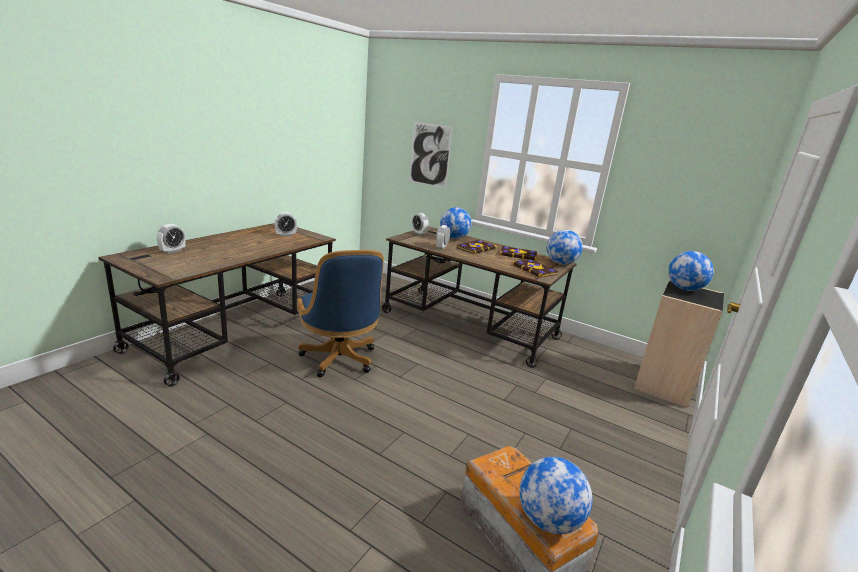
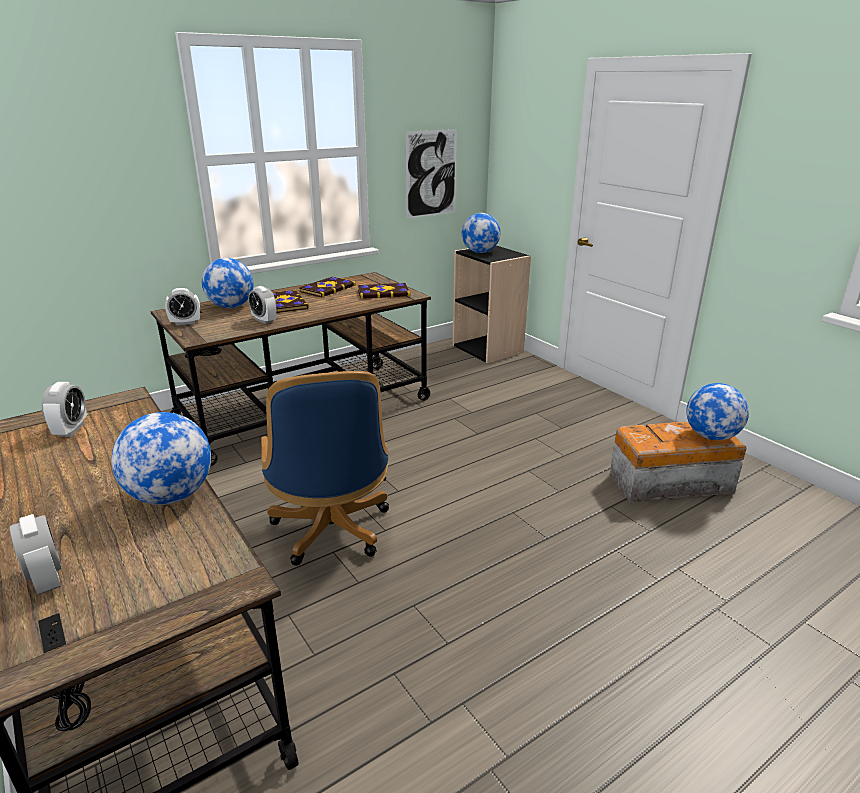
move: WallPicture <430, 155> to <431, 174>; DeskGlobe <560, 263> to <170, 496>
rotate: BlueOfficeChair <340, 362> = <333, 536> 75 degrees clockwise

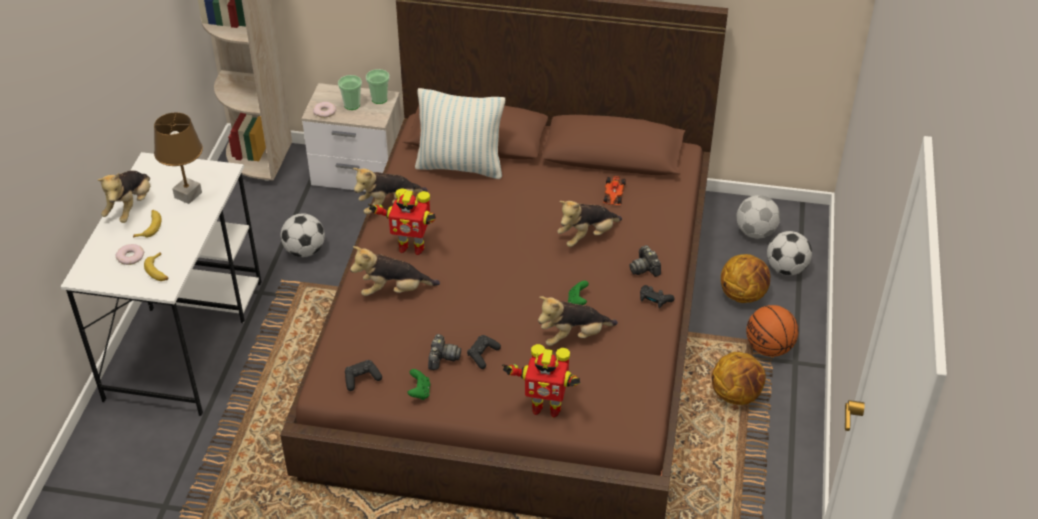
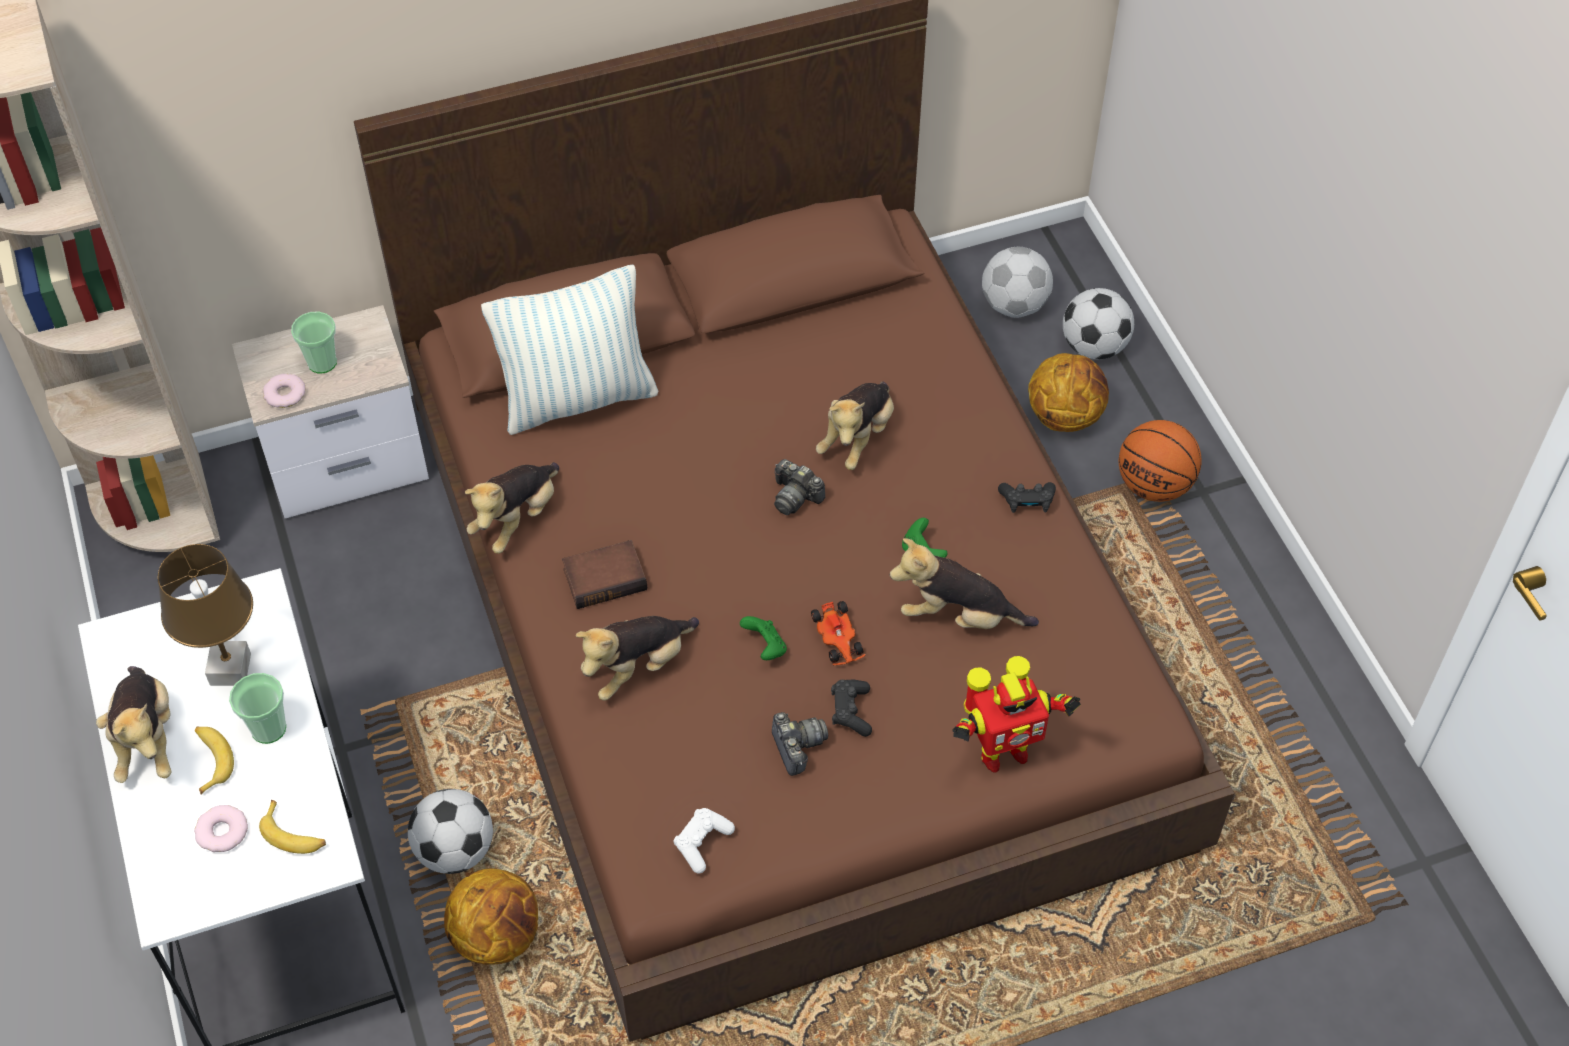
move: BallForFootball <305, 251> to <455, 851>; DrinkingCup <379, 99> to <268, 728>; GreenishJoypad <419, 392> to <765, 647>; MiniatureCar <613, 195> to <838, 638>; StillCamera <645, 268> to <795, 496>; BasketballBall <736, 395> to <498, 936>
replace: ToyRobot <410, 247> to Book <605, 577>
recolor: BlackJoypad <361, 379> to WhiteJoypad <702, 843>
rotate: CuddlyToy <574, 337> = <958, 616> 60 degrees clockwise

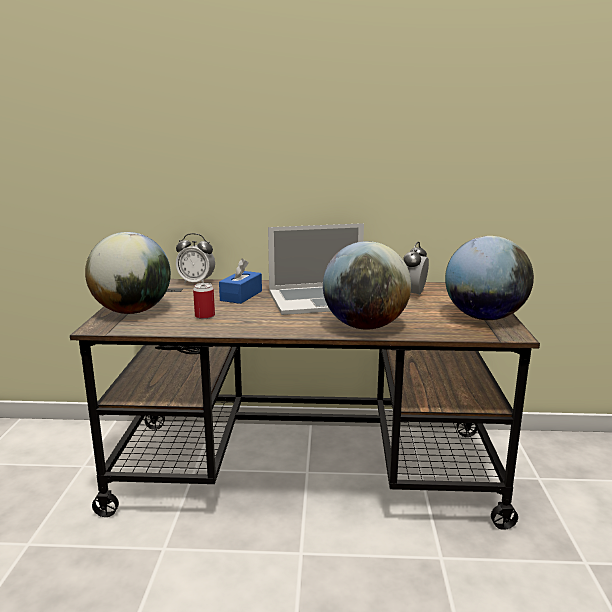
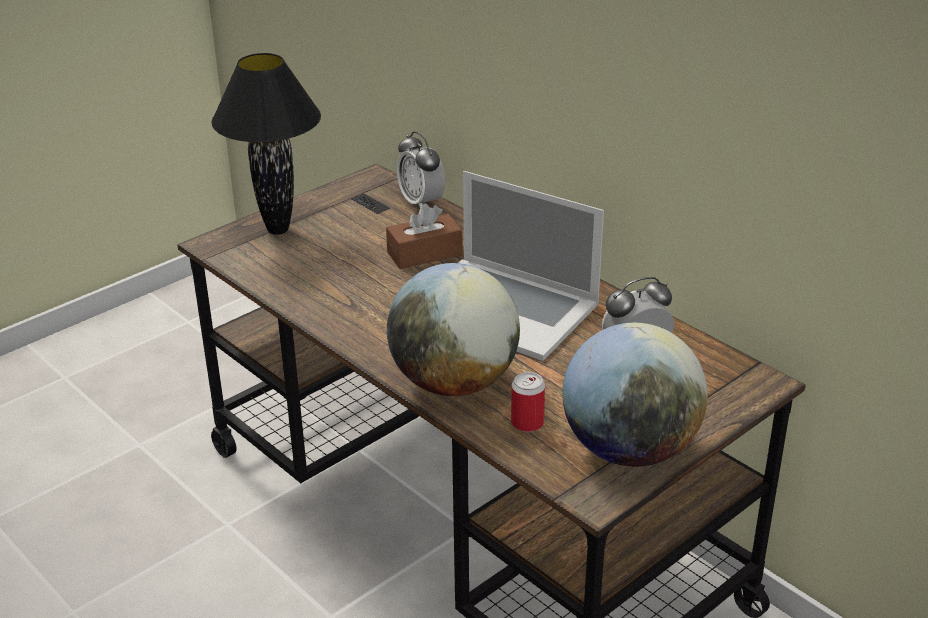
move: Can <205, 316> to <527, 423>
replace: DeskGlobe <132, 311> to BlackLampForATable <278, 230>
recolor: BlueTissueBox <241, 296> to BrownTissueBox <424, 253>

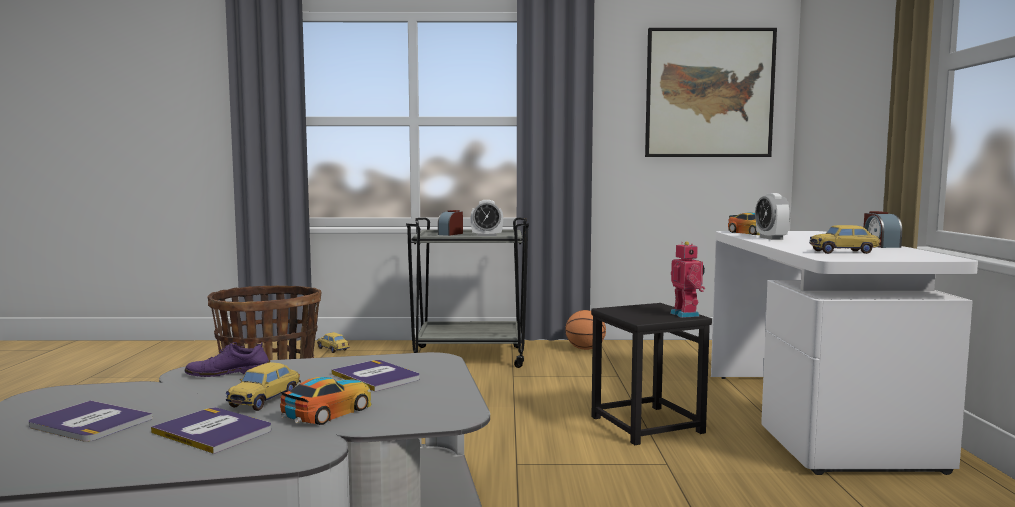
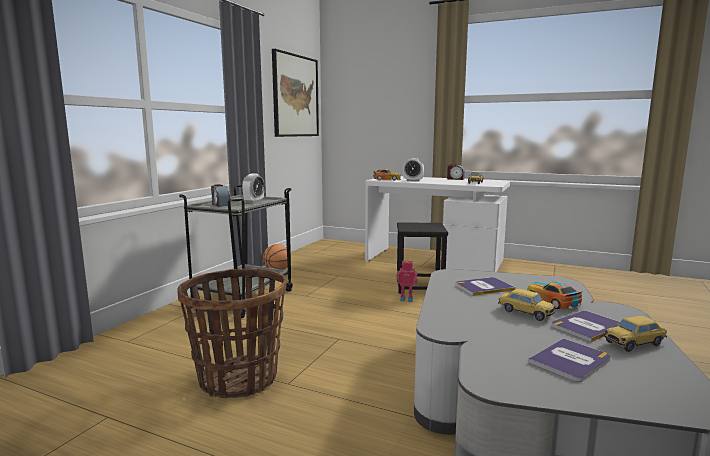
delete: PurpleColouredItemOfFootwear <229, 373>
move: MiniatureCar <333, 349> to <634, 343>; ToyRobot <686, 314> to <406, 299>

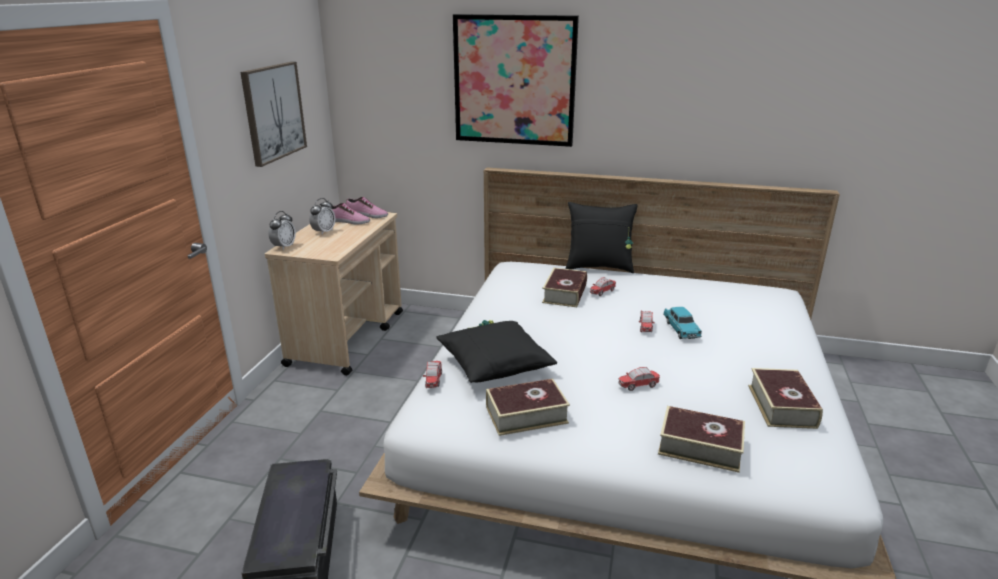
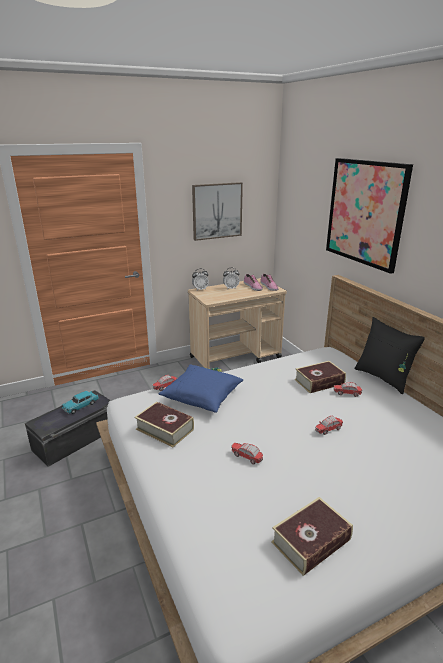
delete: Book <700, 447>
move: TurquoiseColouredMiniatureCar <681, 329> to <81, 406>
recolor: BlackPillow <495, 365> to BluePillow <202, 397>

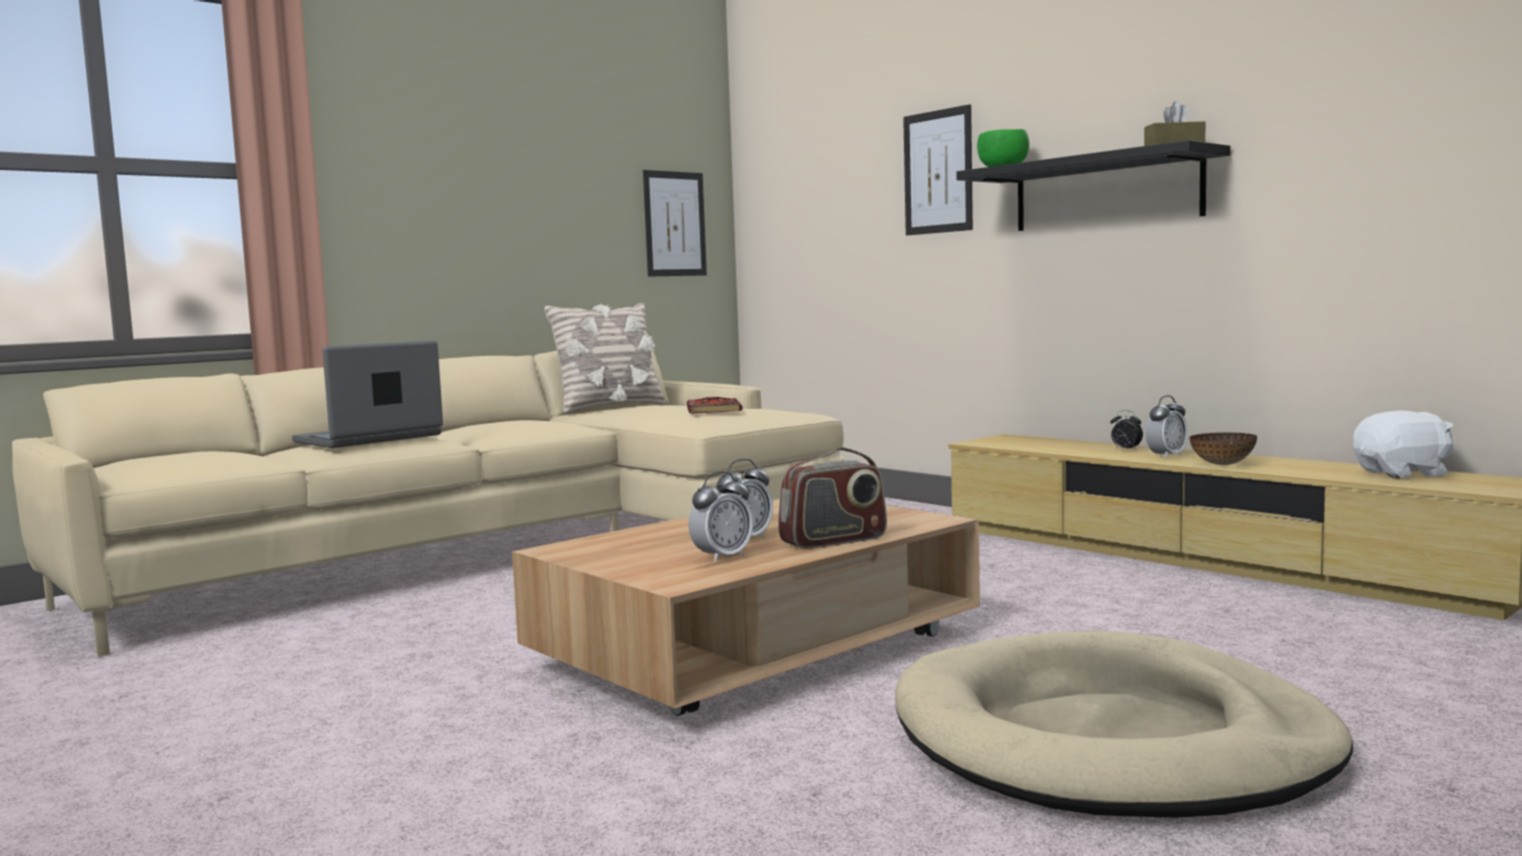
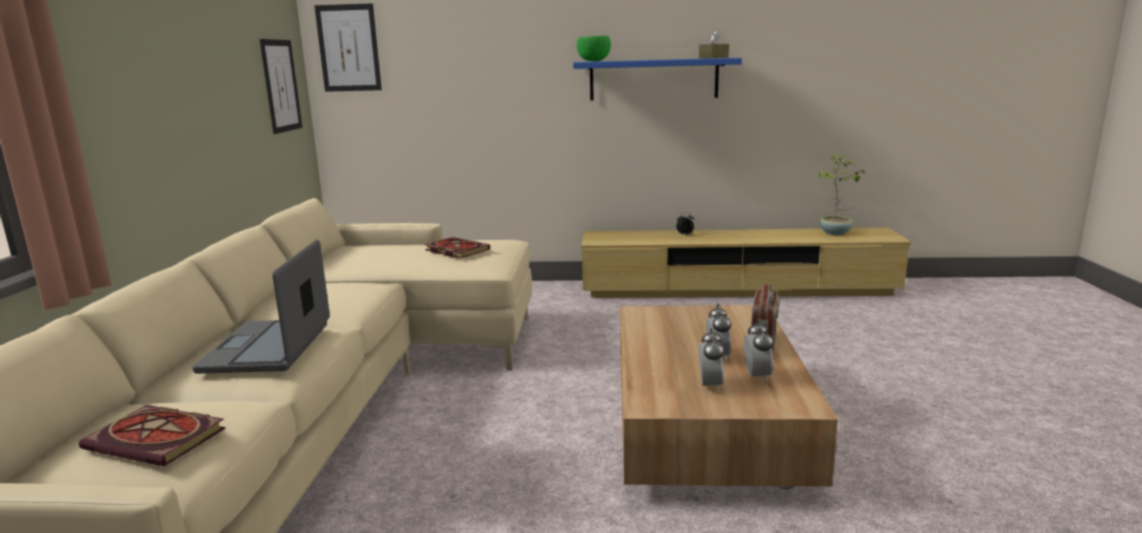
delete: BeigePillow <609, 408>; BeigePetBed <1111, 741>; ServingBowl <1221, 464>
insert: Book <160, 439>
move: WallPicture <938, 172> to <348, 48>; AlarmClock <1166, 456> to <710, 385>
replace: WhiteCuddlyToy <1403, 474> to PlantInAPot <835, 233>
recolor: BlackWallShelf <1106, 192> to BlueWallShelf <653, 79>

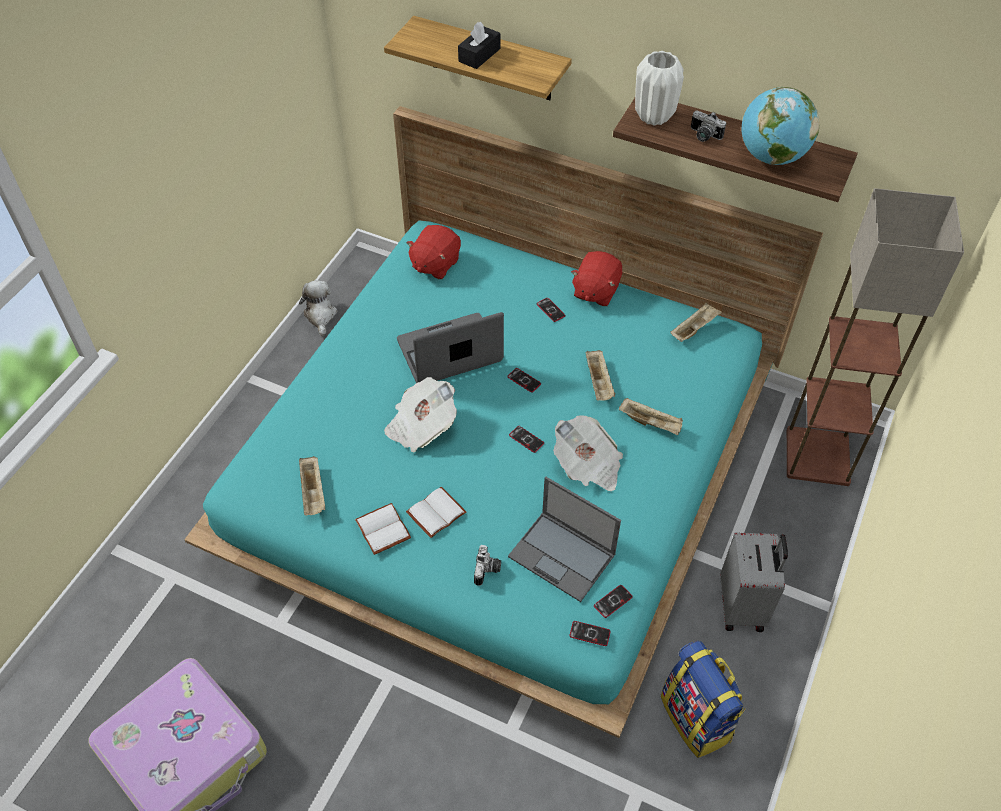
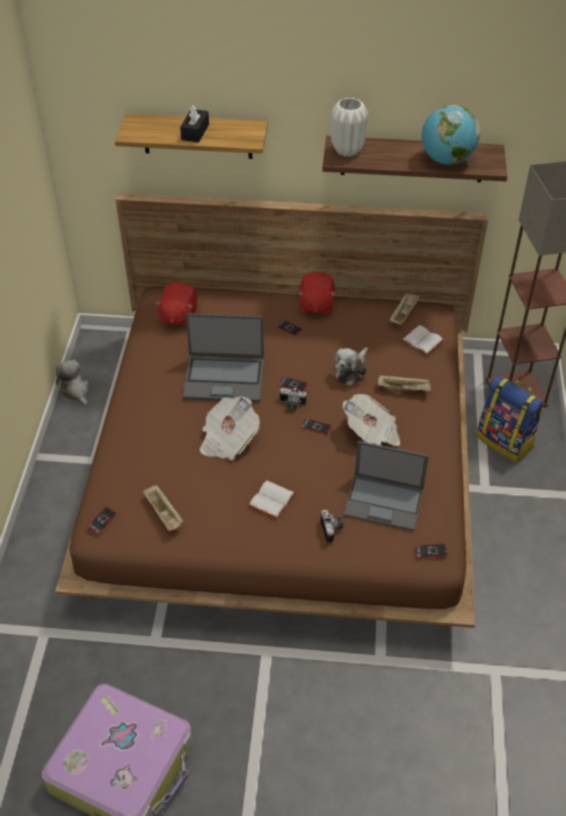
delete: GreySuitcase <743, 606>
move: WhiteBook <384, 529> to <423, 341>; Handset <613, 601> to <102, 520>; Knapsack <697, 718> to <505, 441>; StillCamera <703, 136> to <291, 405>
replace: BeigeServingTray <599, 383> to CuddlyToy <351, 371>
recolor: TurquoiseColouredSleepingBed <500, 472> to BrownSleepingBed <283, 470>
rotate: NotebookComputer <450, 352> = <224, 379> 135 degrees counterclockwise

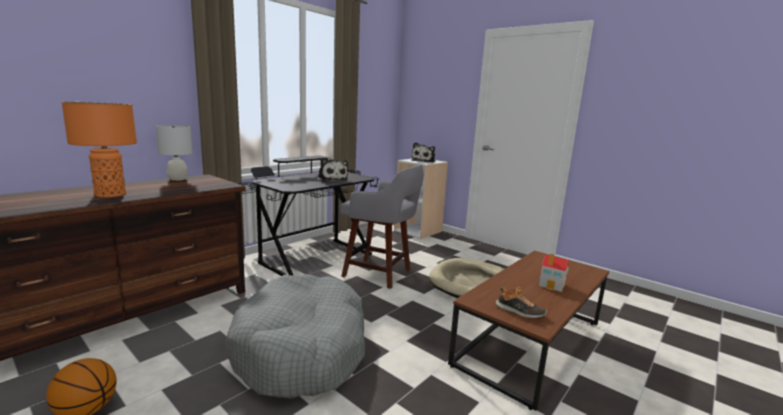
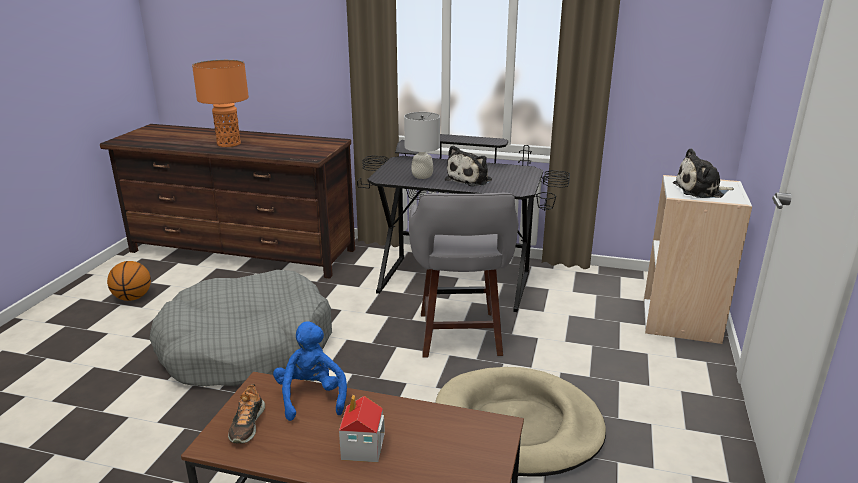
insert: BlueCuddlyToy <311, 397>
move: GreyLampForATable <178, 179> to <423, 176>

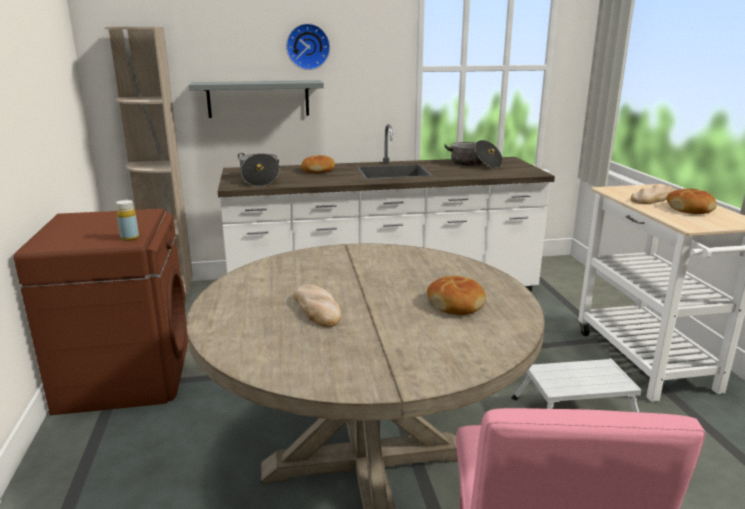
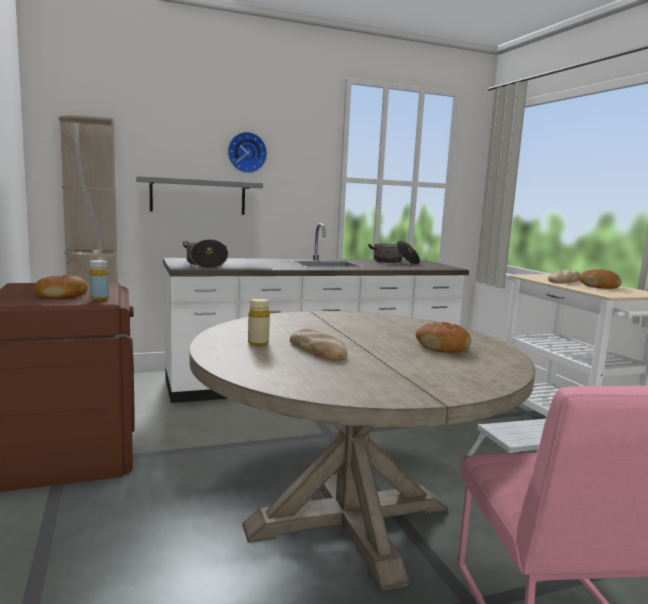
insert: BeigeBottle <258, 343>
move: Bread <318, 170> to <62, 296>

